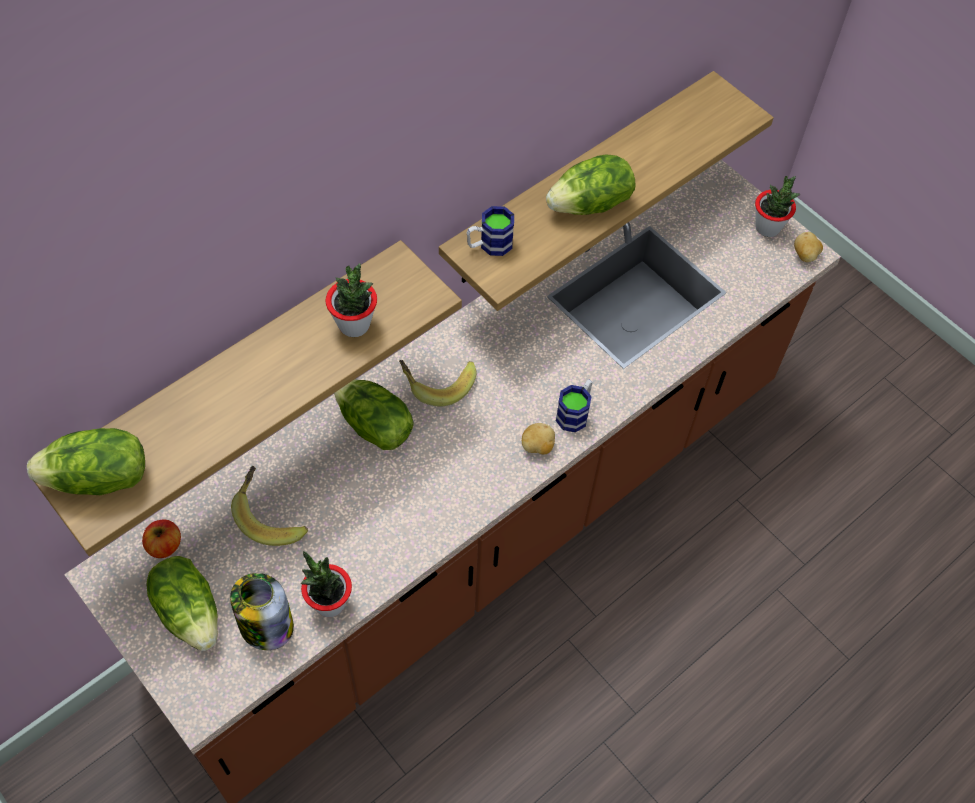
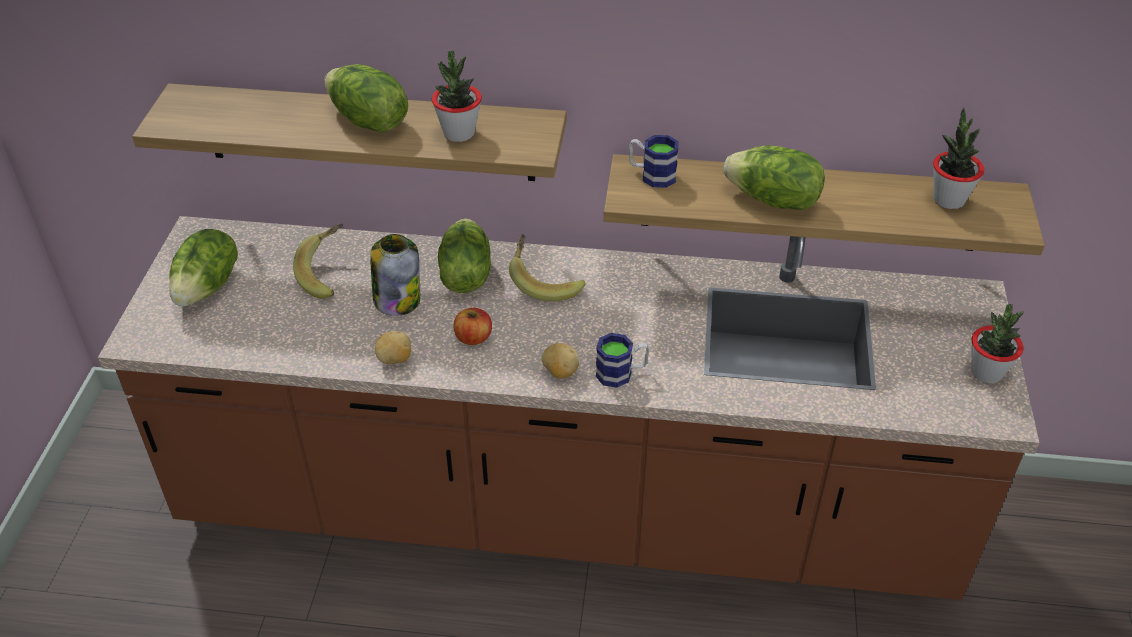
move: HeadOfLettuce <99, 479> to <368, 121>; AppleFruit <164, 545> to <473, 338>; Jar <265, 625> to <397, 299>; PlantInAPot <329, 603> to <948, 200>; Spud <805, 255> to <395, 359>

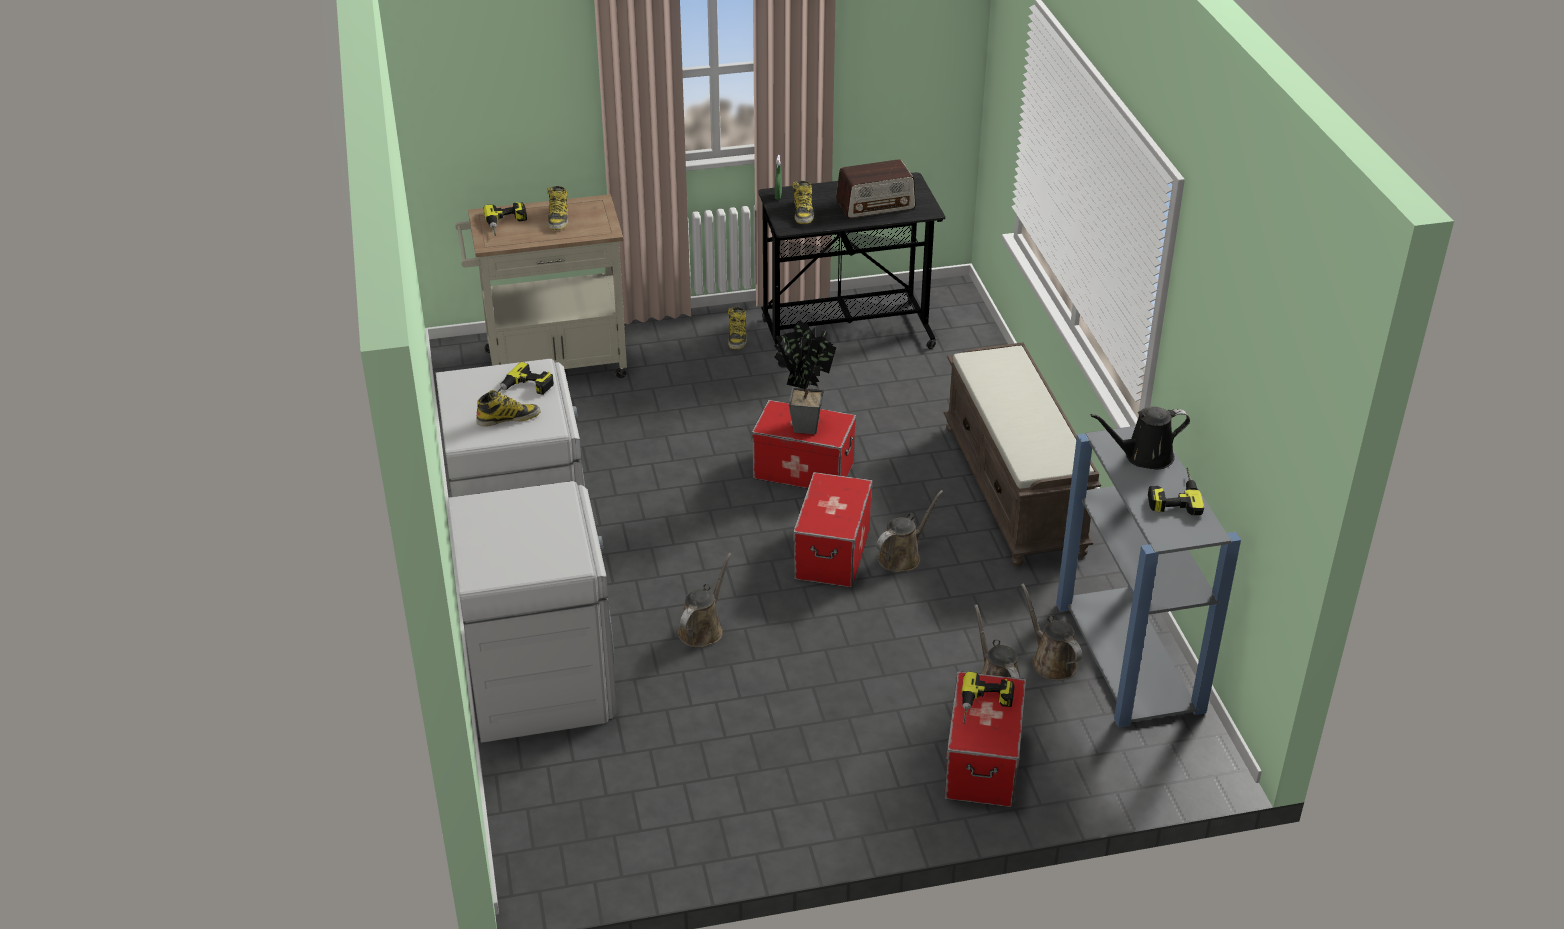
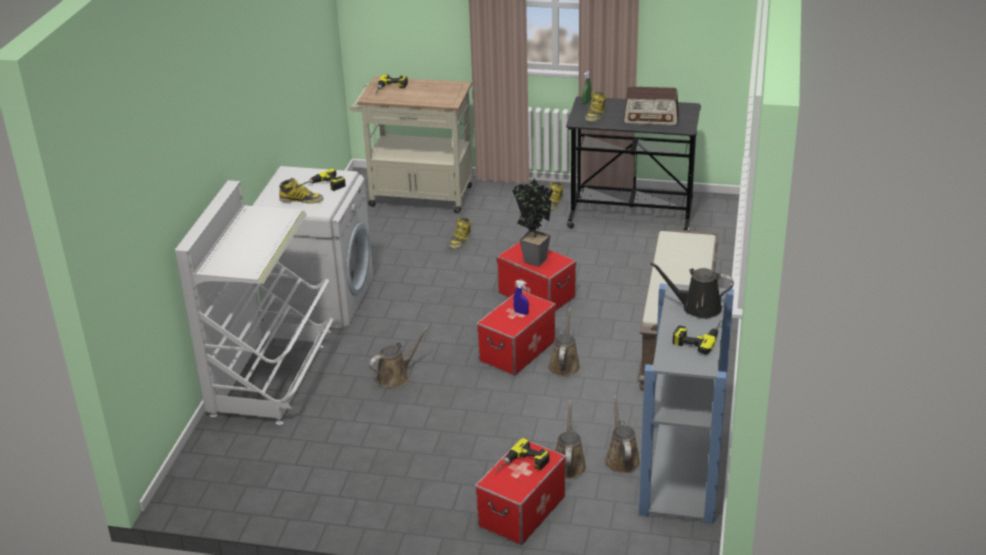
insert: BlueSprayBottle <521, 313>
move: Boot <558, 218> to <460, 240>
replace: WhiteLaundryAppliance <542, 677> to WhiteShoeStand <273, 380>
rotate: BrownWateringPot <902, 556> = <564, 364> 60 degrees counterclockwise

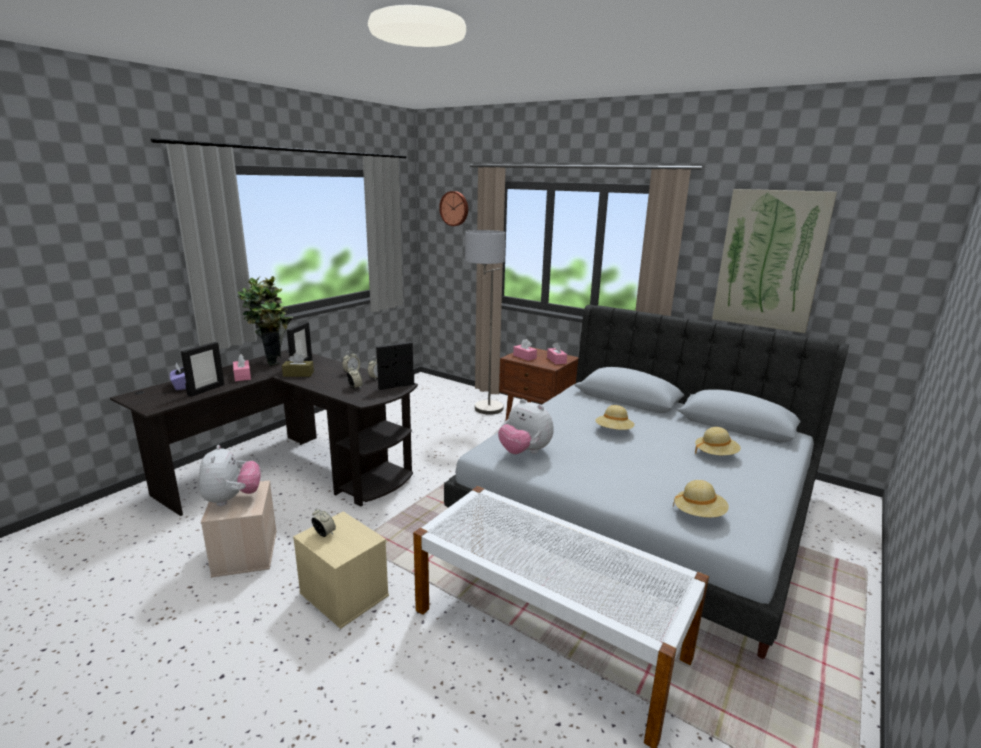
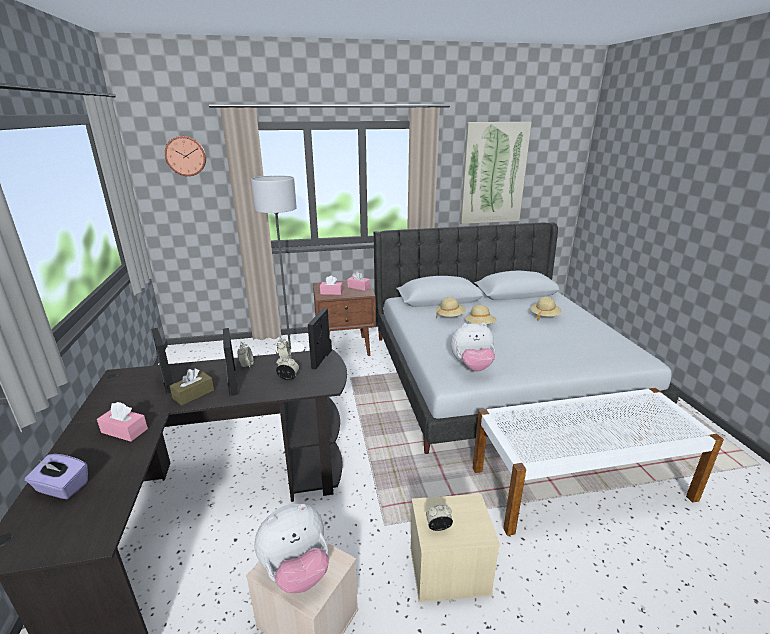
delete: PlantInAPot <272, 360>
move: PhotoFrame <206, 390> to <233, 384>; BeigeHat <699, 514> to <450, 316>
rotate: CuddlyToy <232, 499> = <296, 571> 120 degrees clockwise

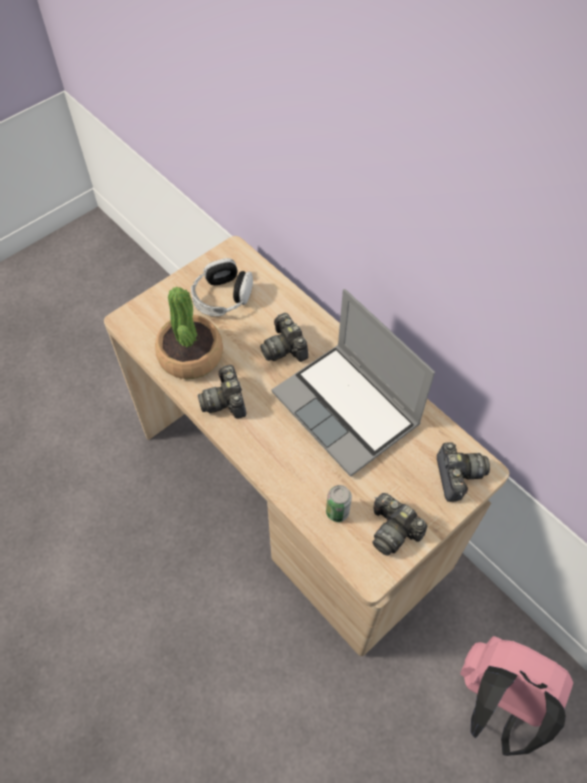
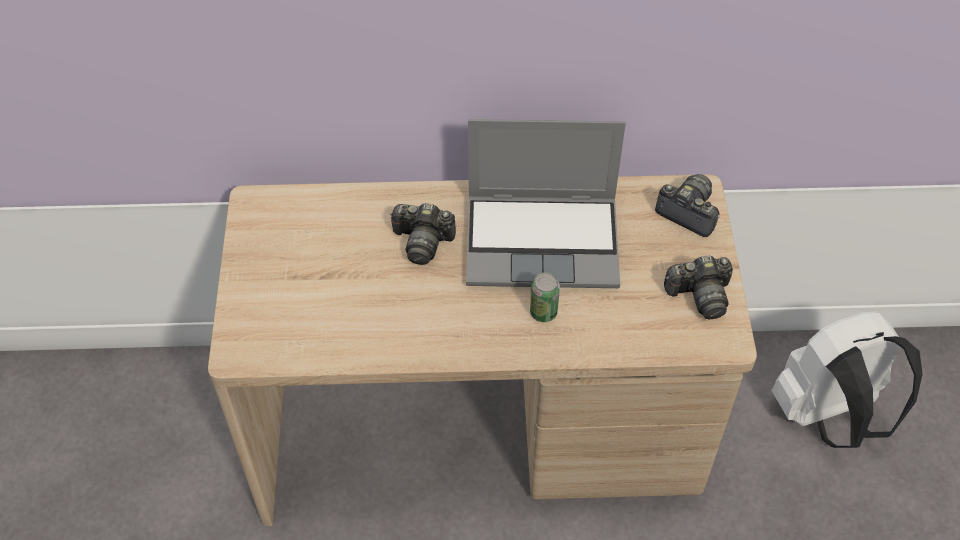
delete: PlantInAPot <191, 355>; Headphones <222, 297>; StillCamera <225, 400>
move: Can <337, 512> to <543, 312>
recolor: PinkKnapsack <498, 701> to WhiteKnapsack <829, 415>

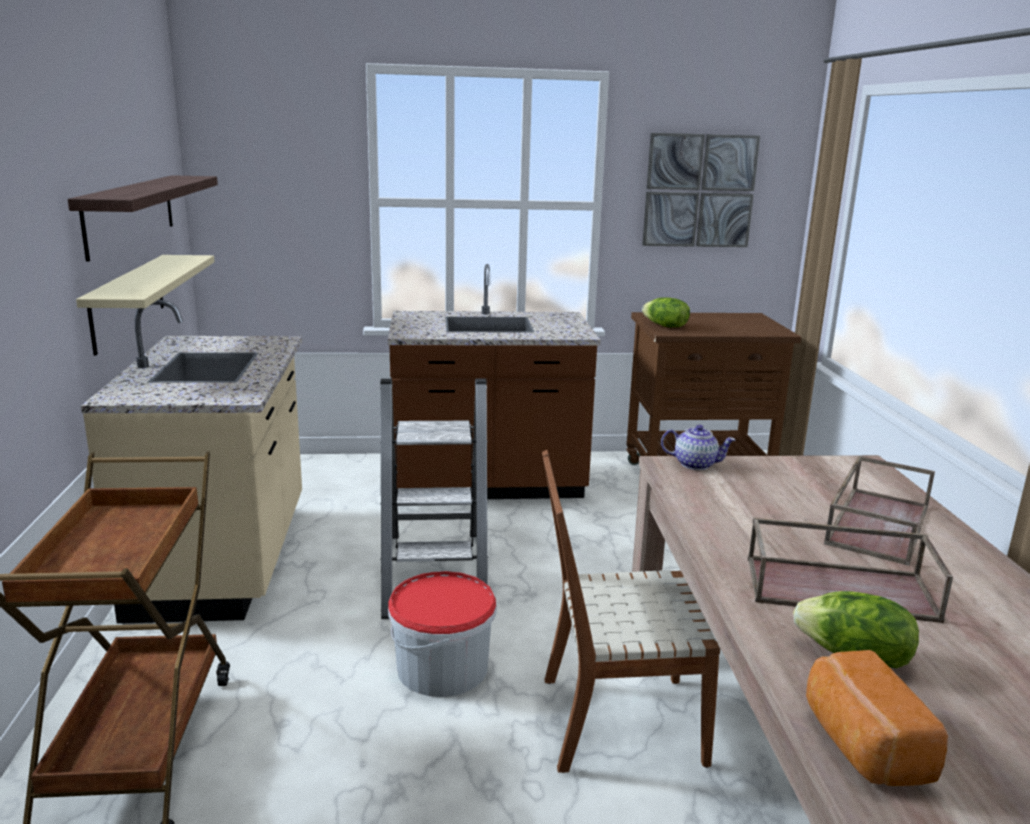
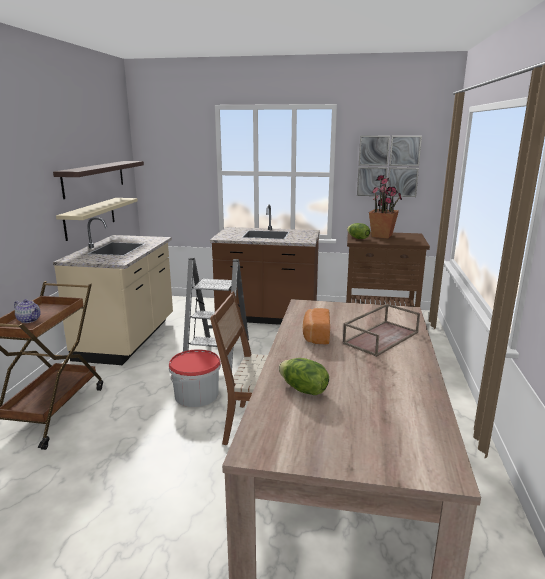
delete: BrownServingTray <841, 588>
insert: PlantInAPot <382, 236>
move: PotForTea <695, 464> to <29, 320>; Bread <860, 745> to <315, 336>

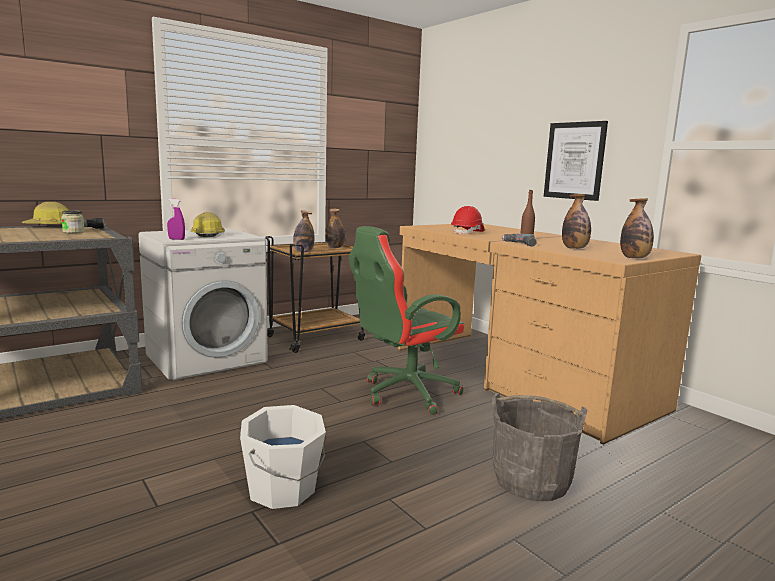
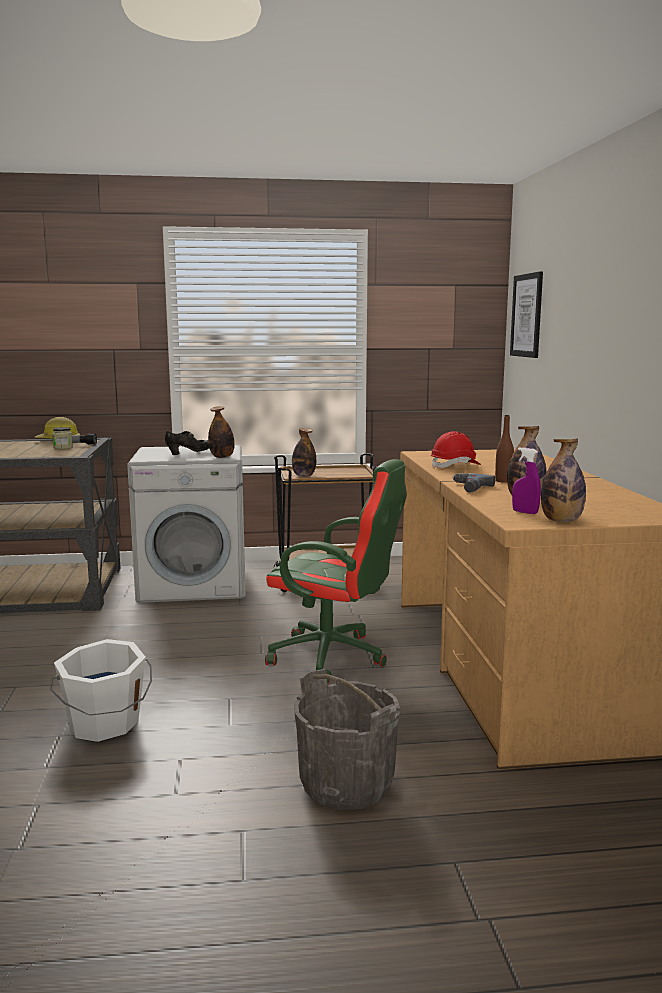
move: PurpleColouredSprayBottle <176, 239> to <525, 512>; Bottle <335, 247> to <222, 457>; WallPicture <574, 161> to <527, 315>
replace: HardHat <208, 235> to BlackItemOfFootwear <191, 453>
rotate: GreenishOfficeChair <403, 395> = <336, 659> 150 degrees counterclockwise

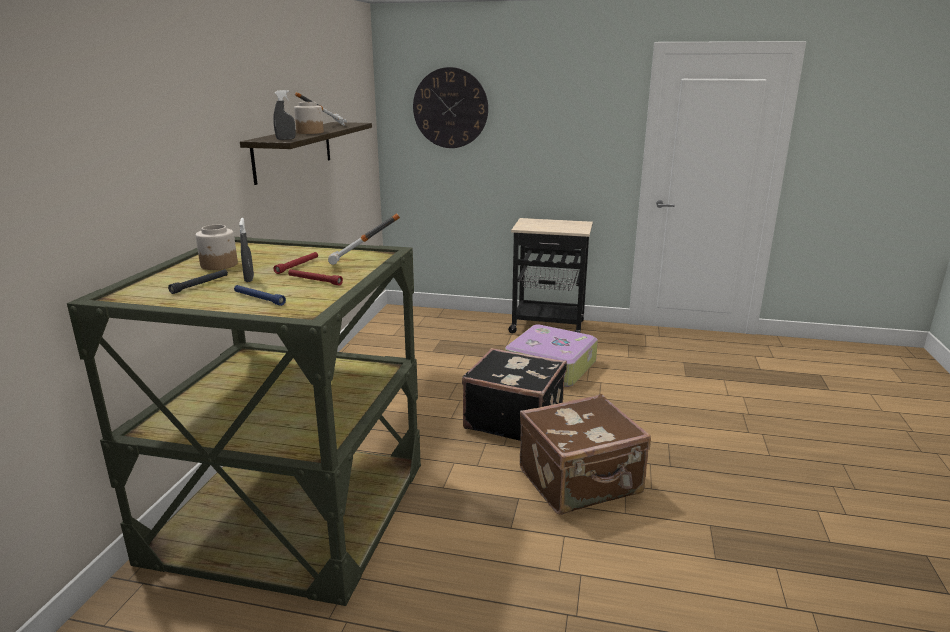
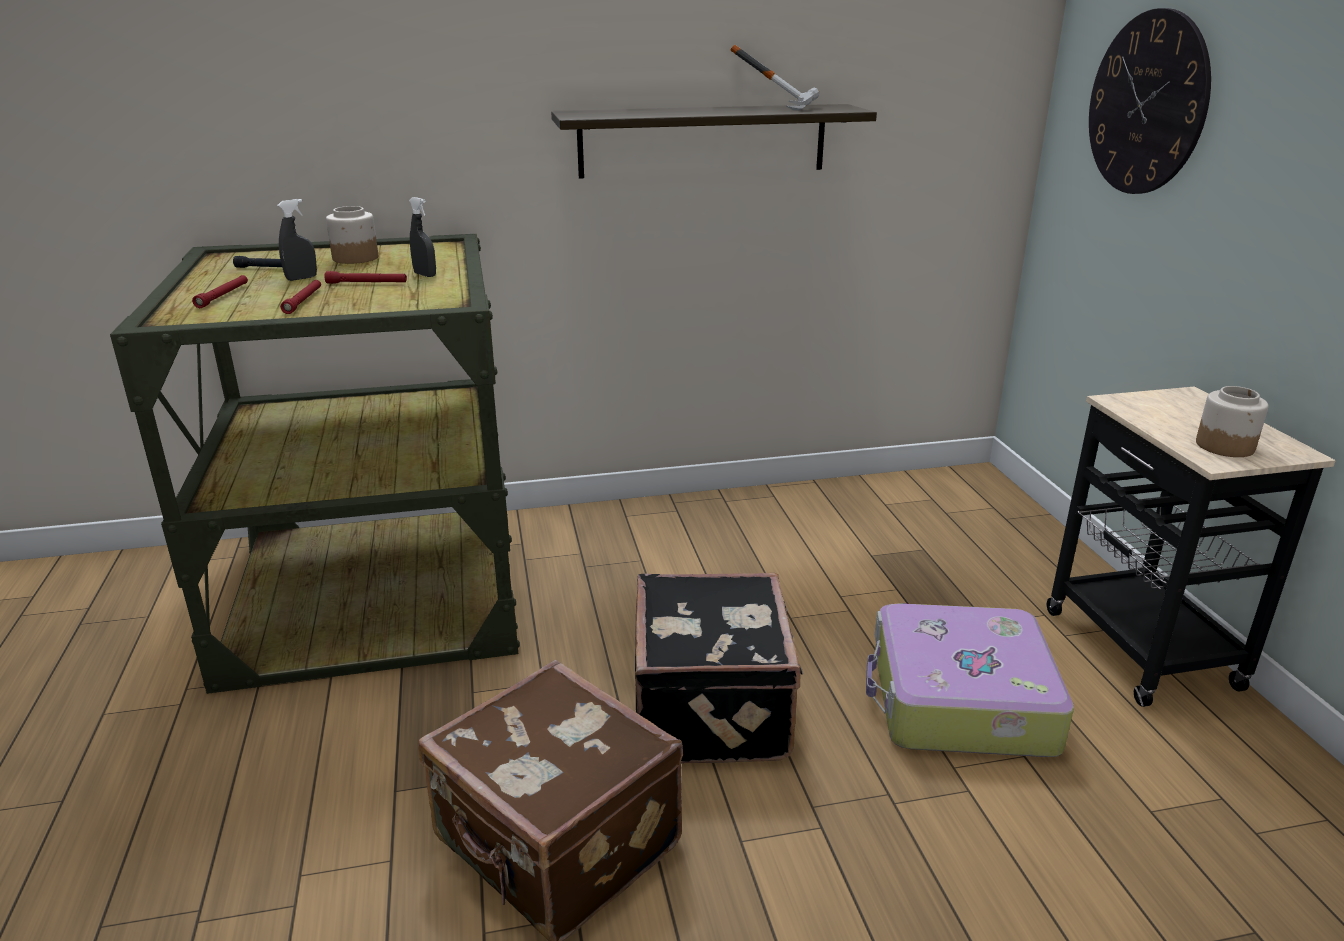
delete: ToolHammer <361, 265>
move: GreySprayBottle <286, 139> to <425, 275>; Jar <310, 132> to <1225, 446>
recolor: BlueFlashlight <259, 299> to RedFlashlight <223, 296>

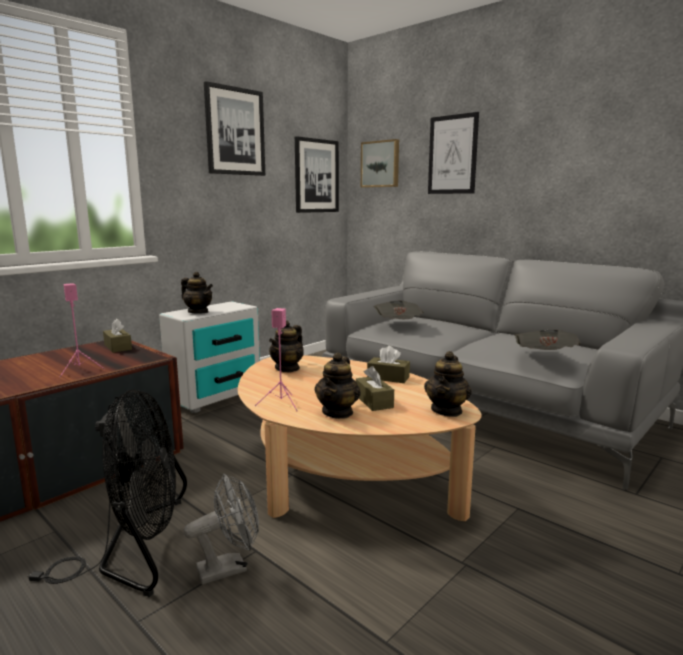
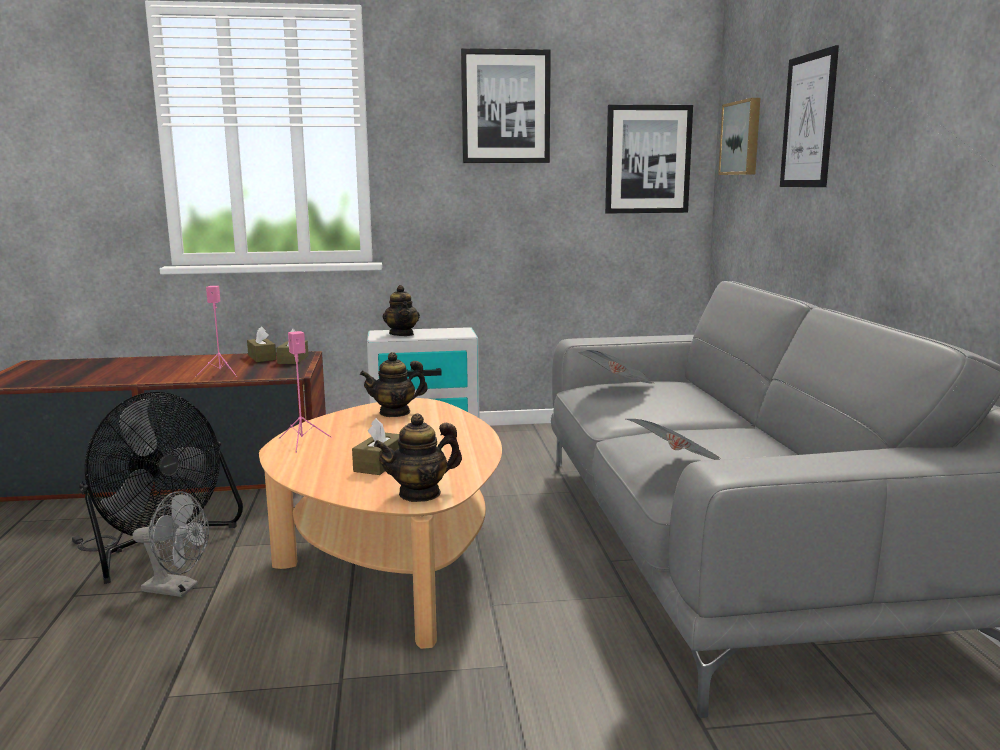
delete: PotForTea <338, 412>
move: BrownTissueBox <388, 378> to <262, 357>

